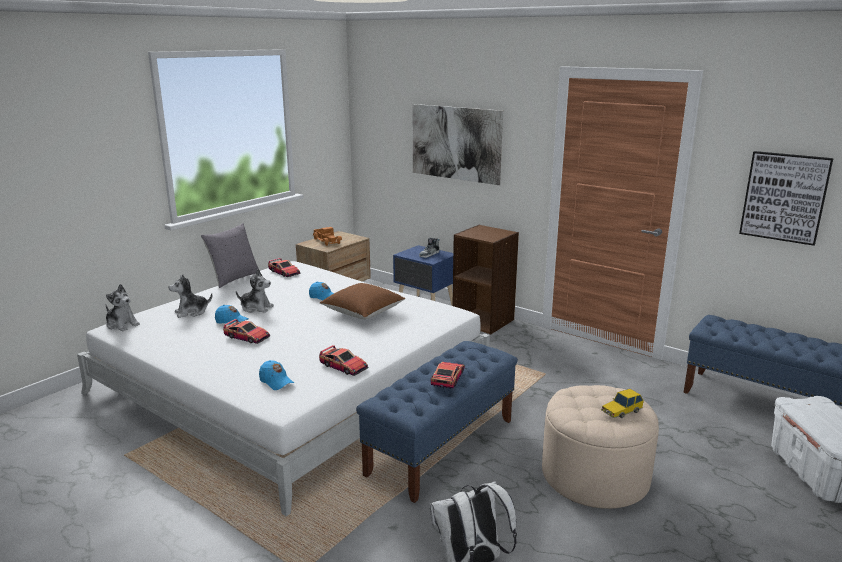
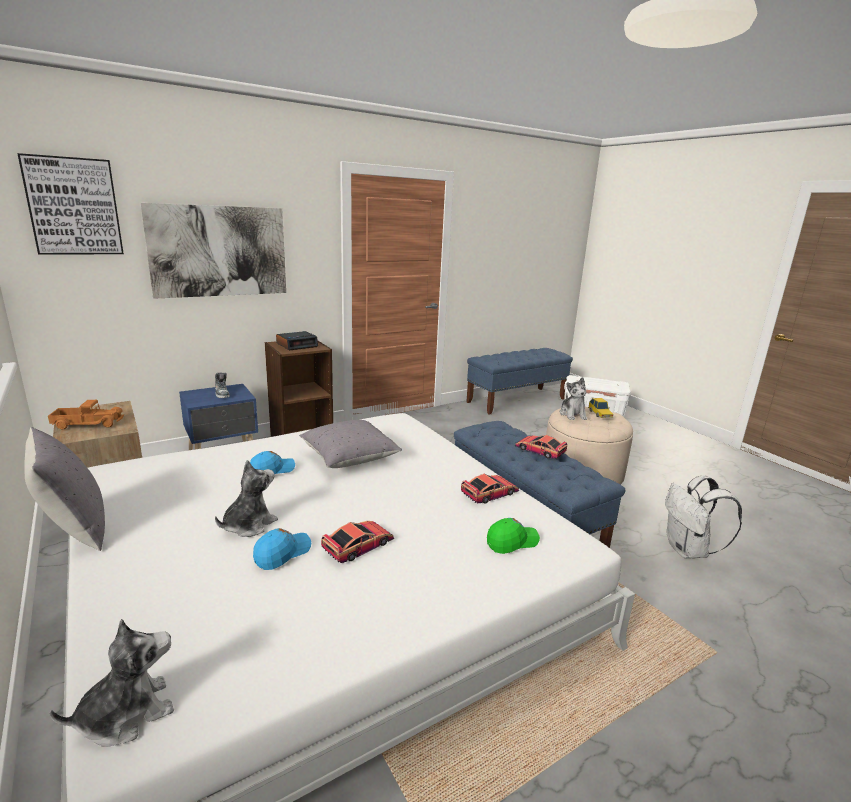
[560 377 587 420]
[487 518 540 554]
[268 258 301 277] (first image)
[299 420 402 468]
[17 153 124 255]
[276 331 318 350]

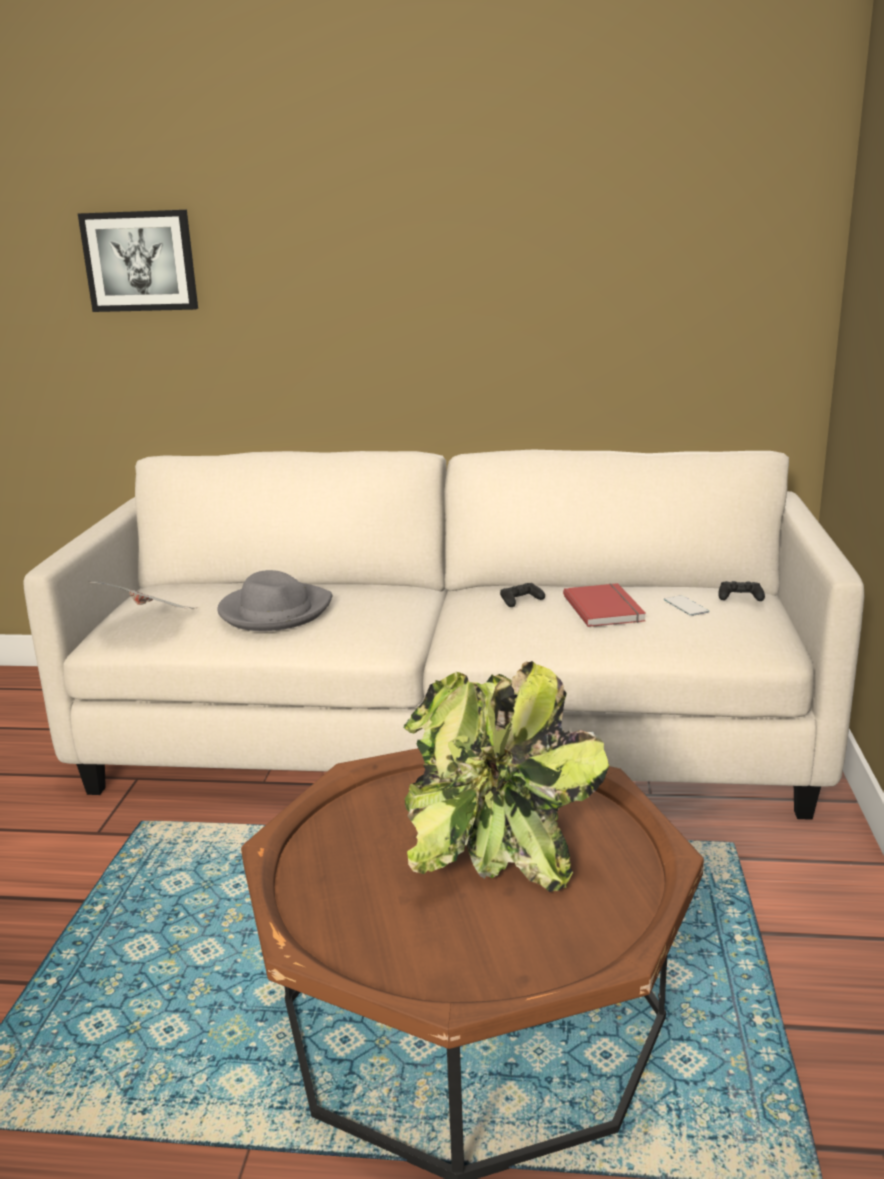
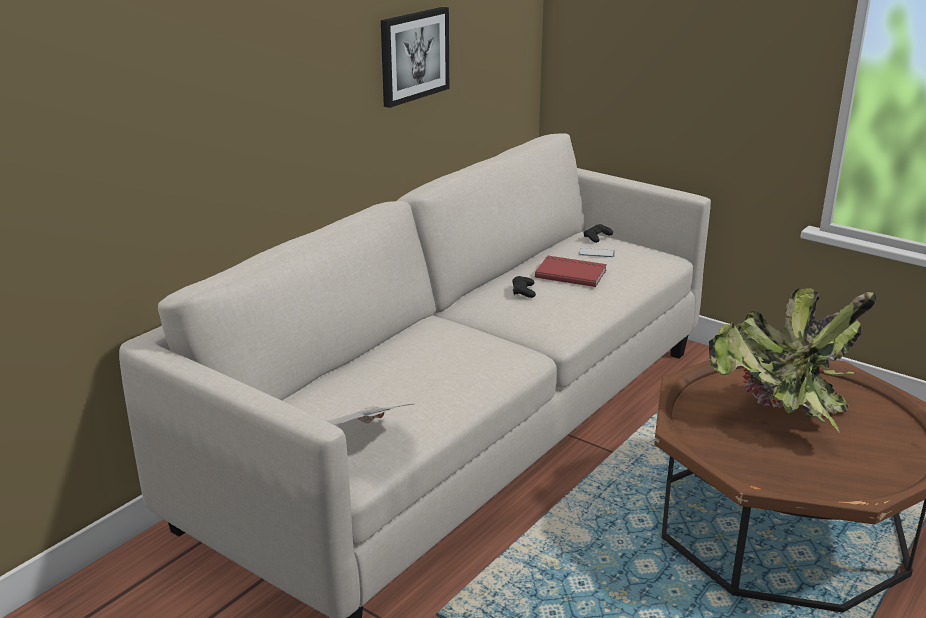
[381 7 449 108]
[217 570 332 631] (first image)

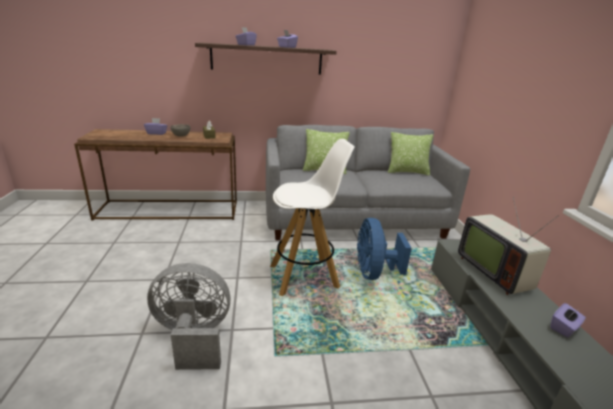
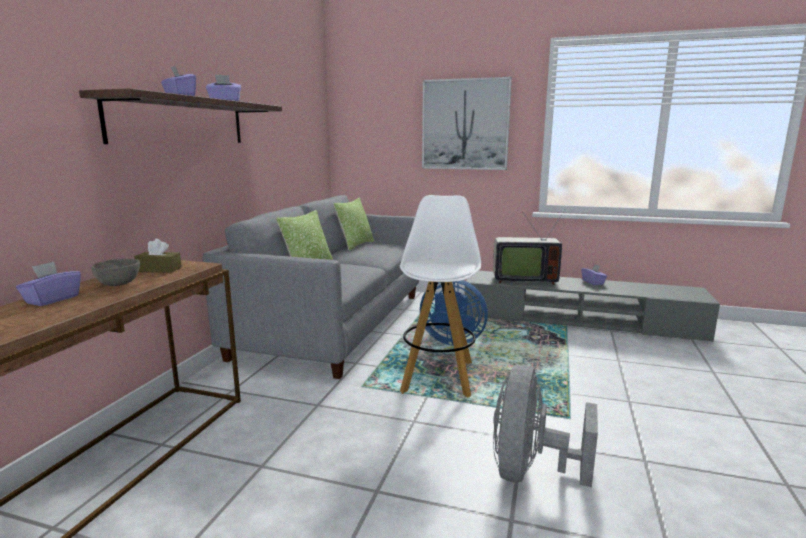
[422 77 512 170]

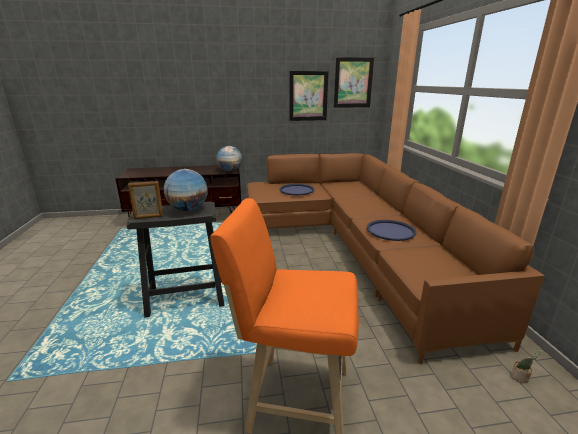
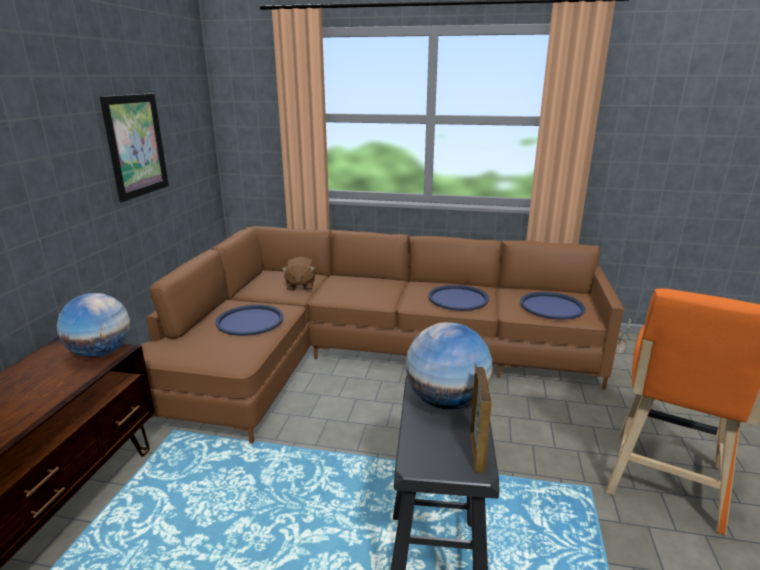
[334 57 374 108] (first image)
[282 257 315 291]
[520 292 586 320]

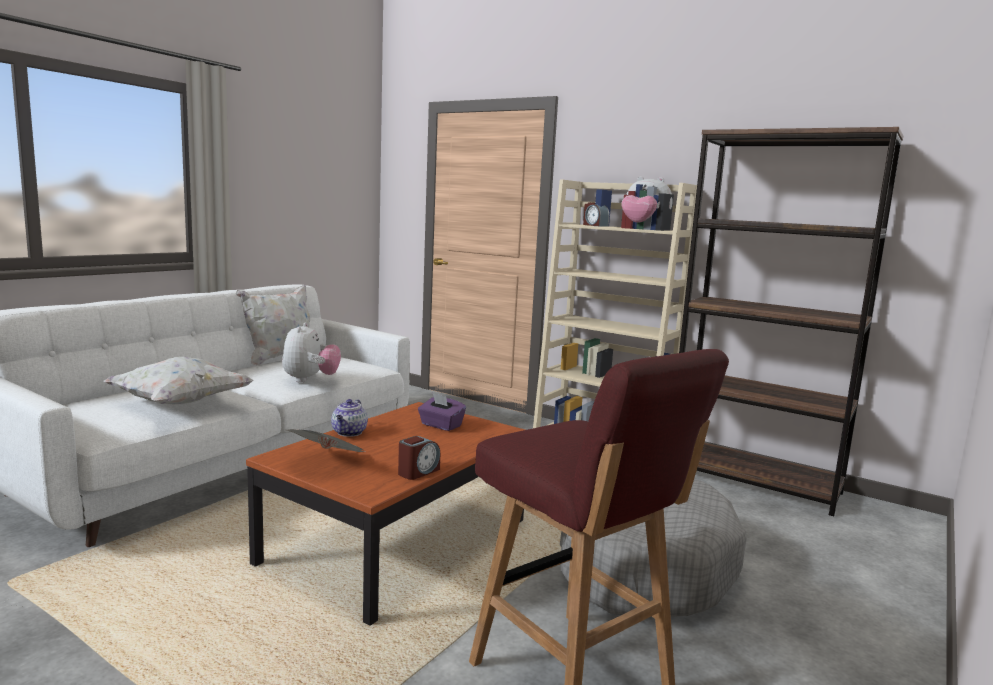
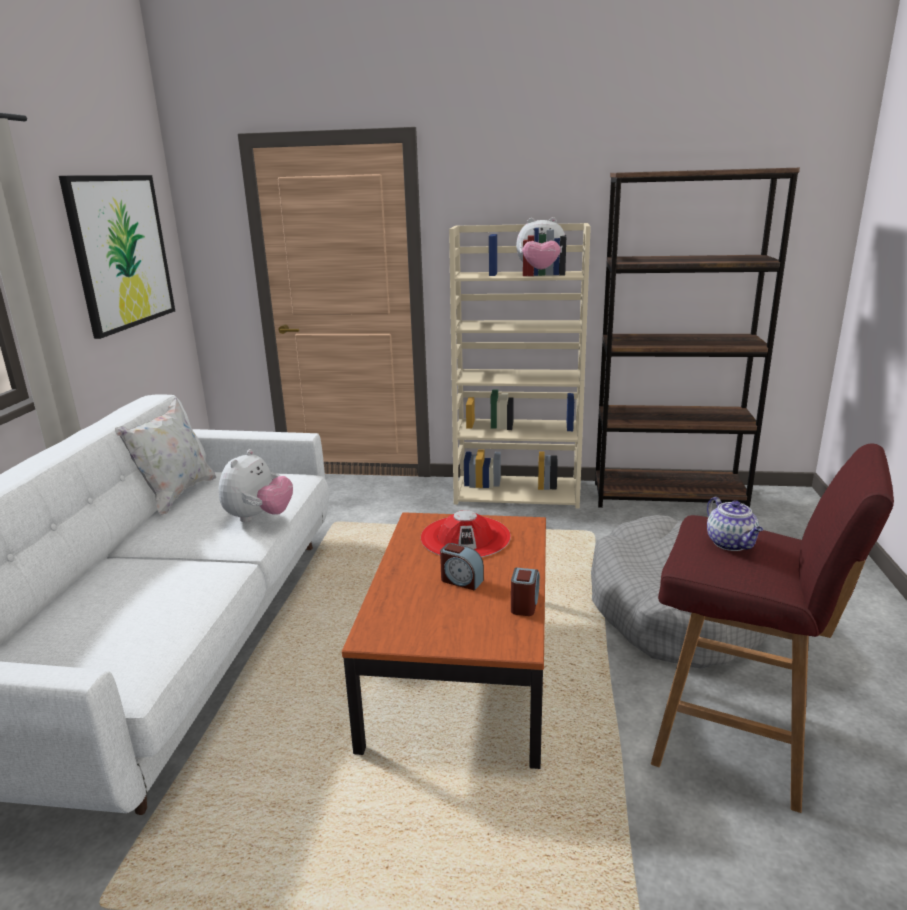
[103 357 254 404] (first image)
[219 449 293 522]
[286 429 366 452] (first image)
[707 497 763 551]
[421 510 511 557]
[440 543 484 591]
[59 175 175 339]

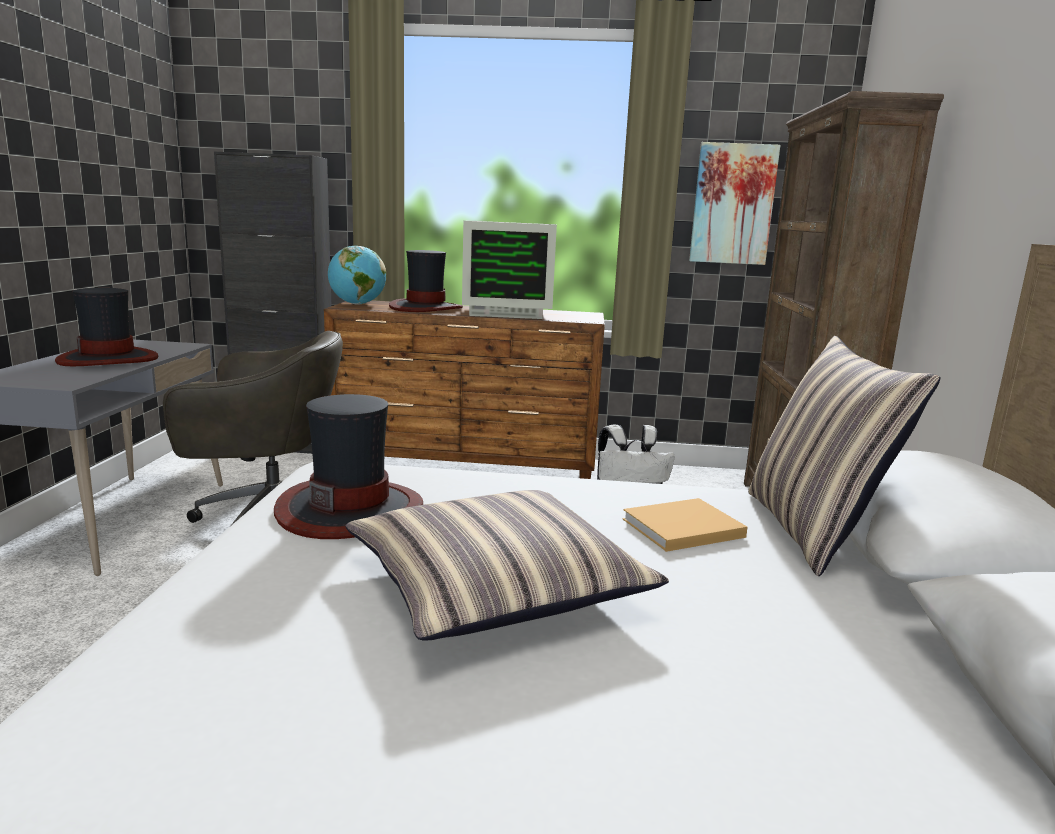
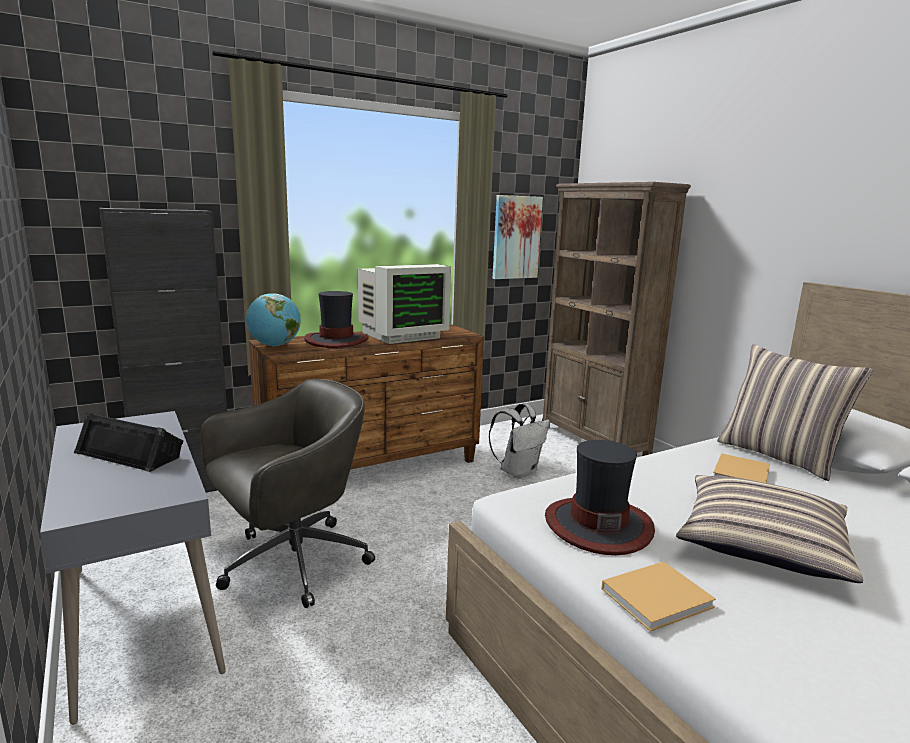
[74 412 183 472]
[601 561 716 632]

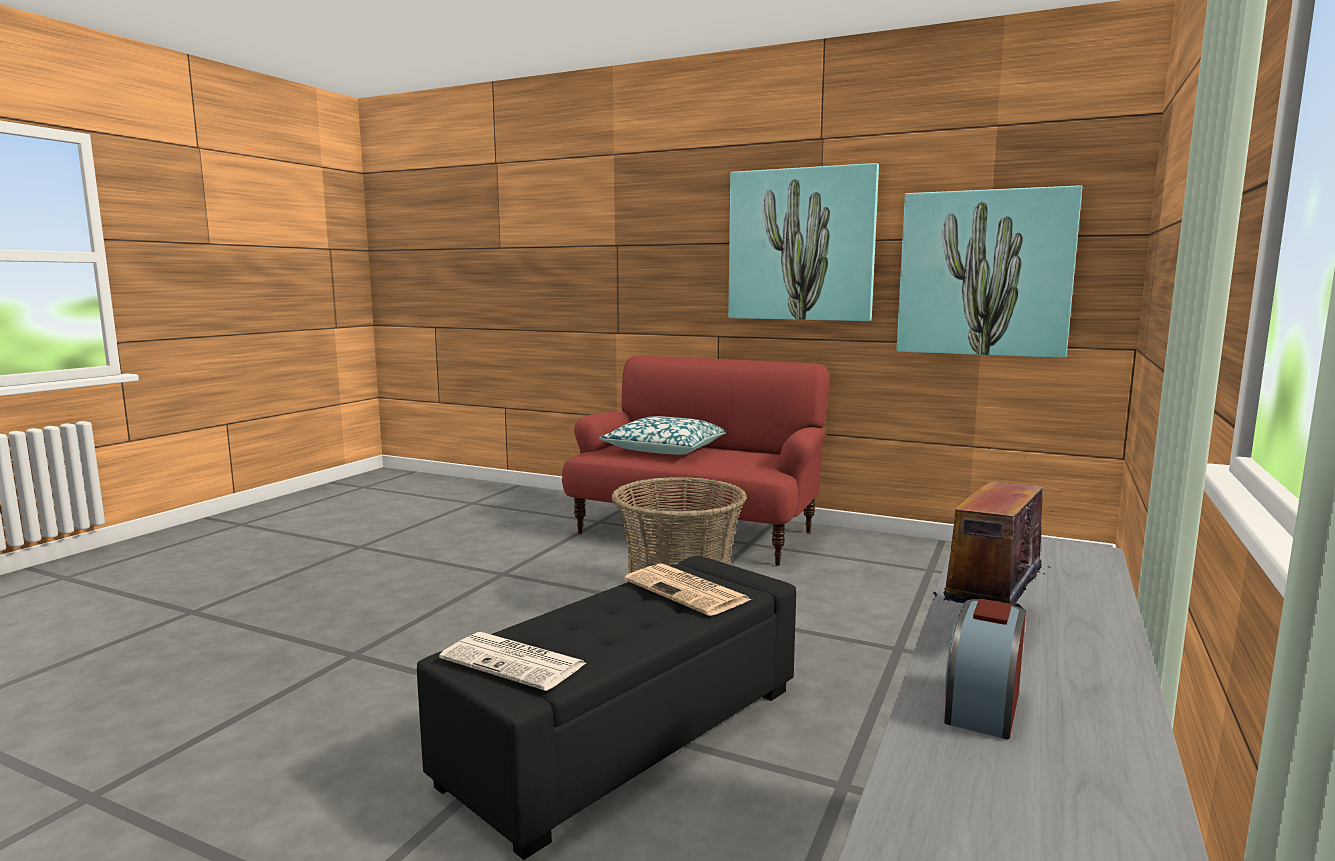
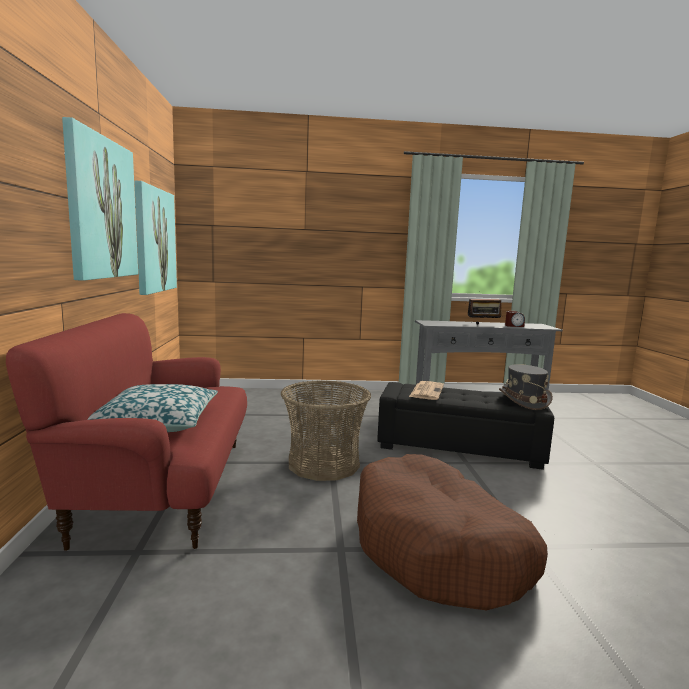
[499 364 553 410]
[357 454 548 610]

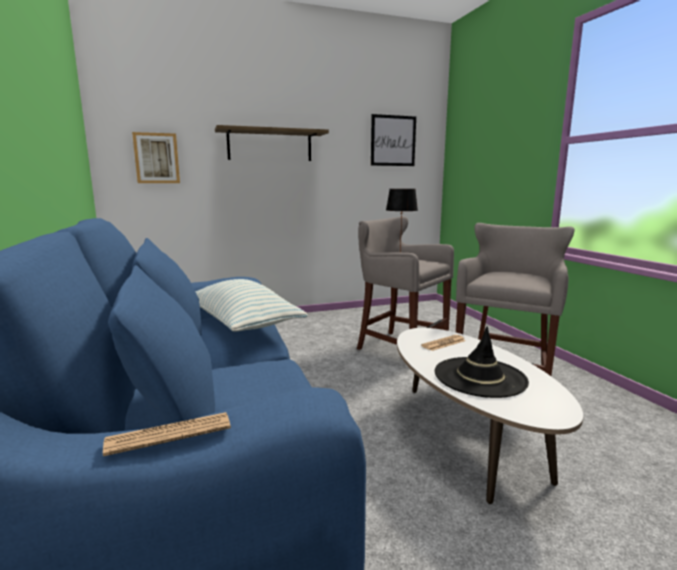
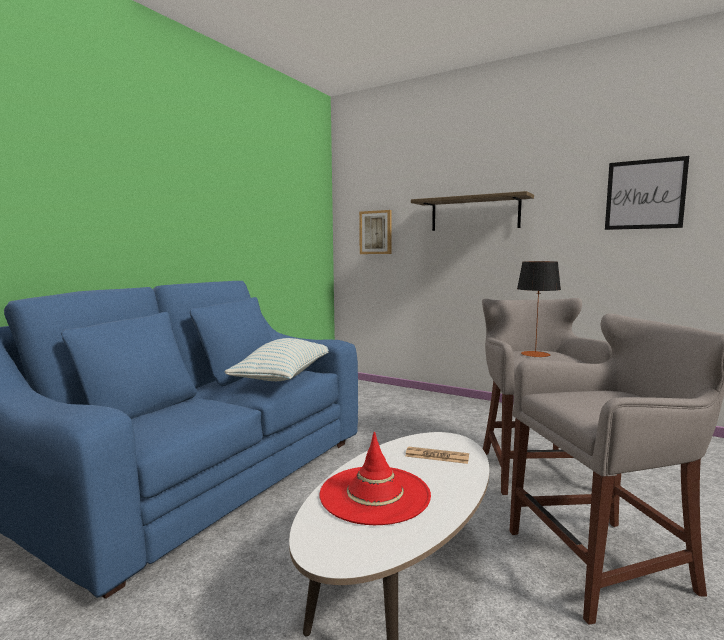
[103 412 231 456] (first image)
[320 432 431 525]

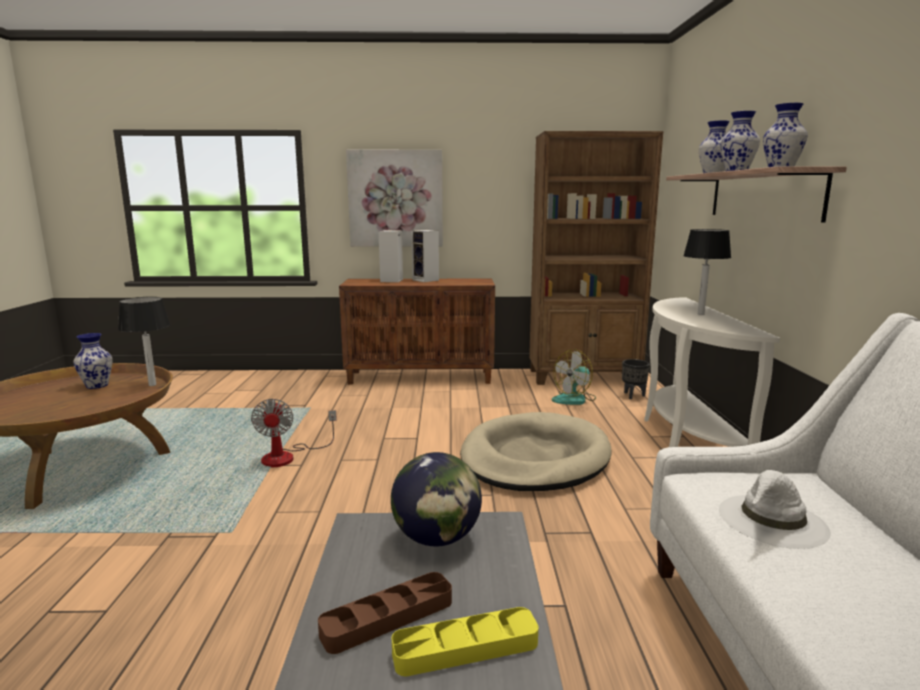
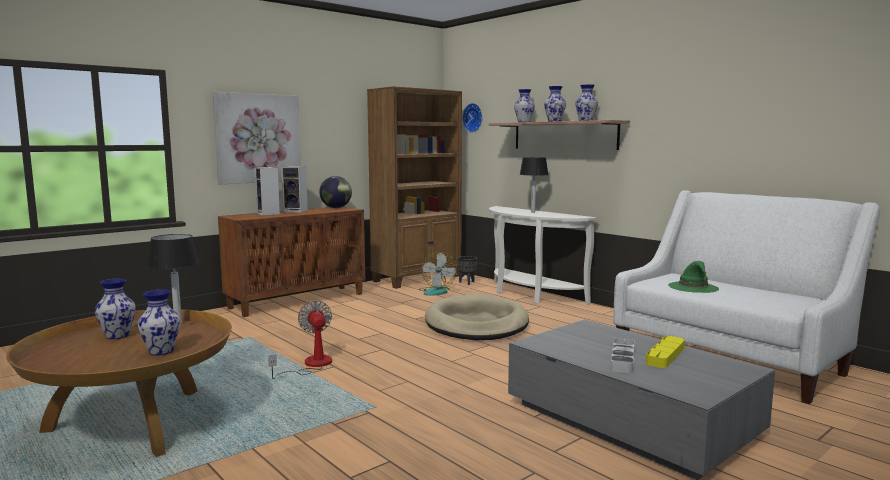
[268 300 332 379]
[610 338 634 373]
[319 176 352 208]
[668 261 719 293]
[138 290 180 356]
[462 103 482 133]

